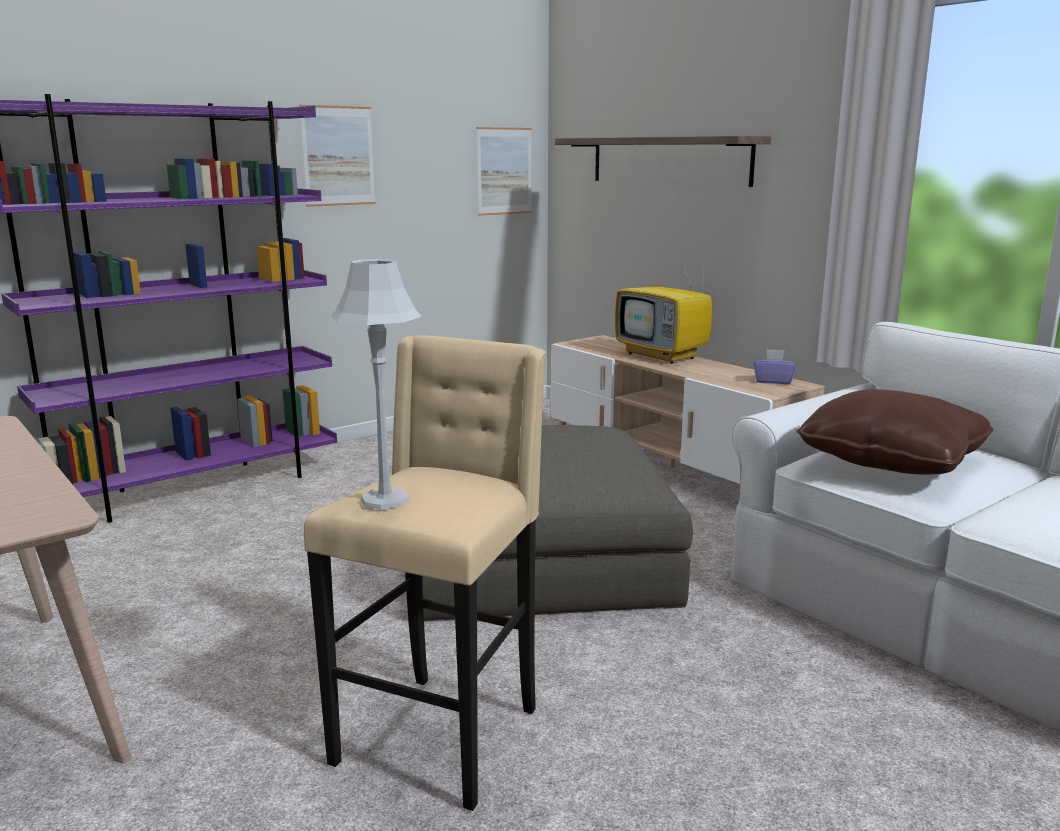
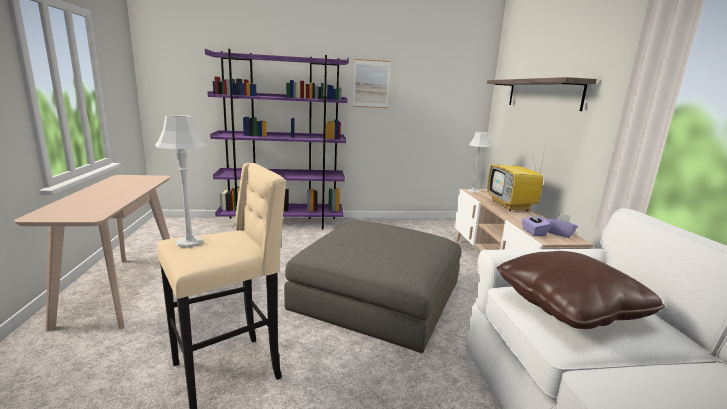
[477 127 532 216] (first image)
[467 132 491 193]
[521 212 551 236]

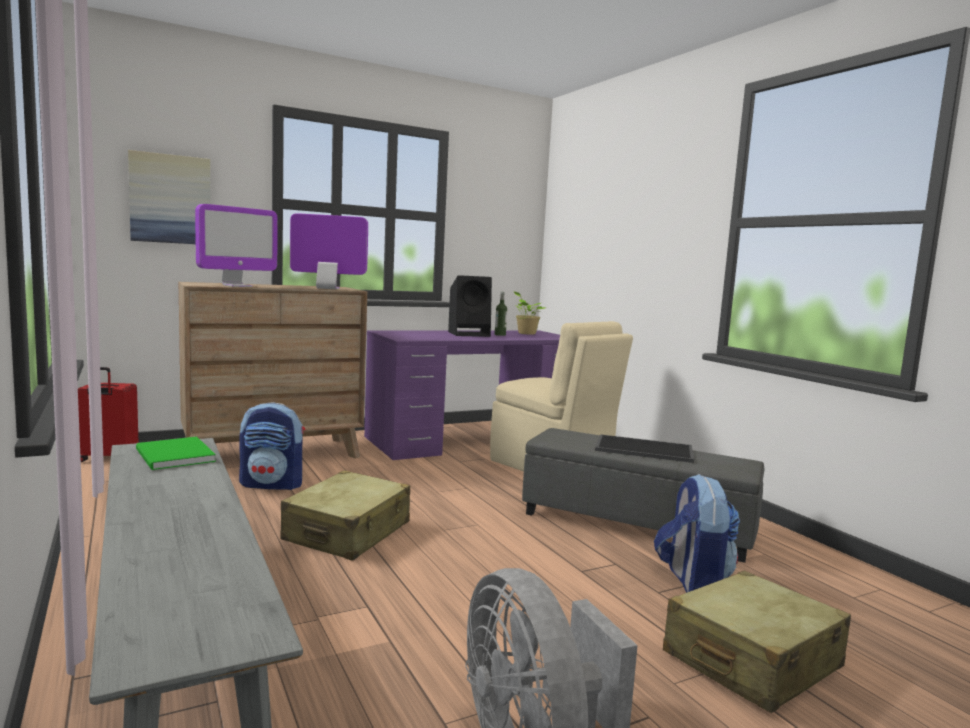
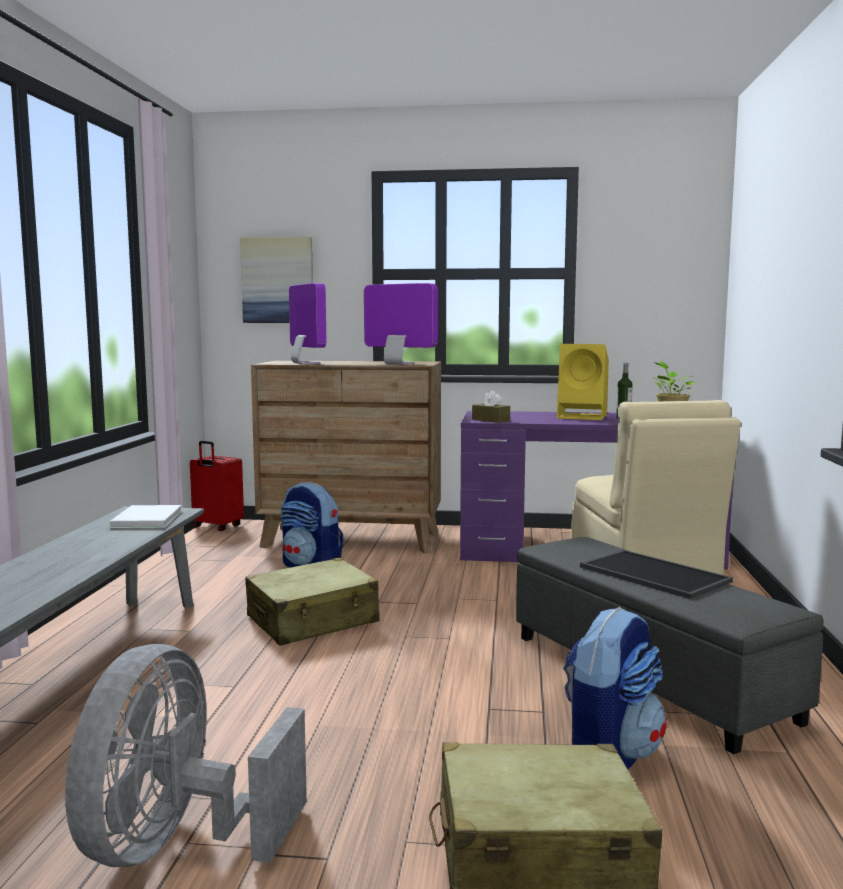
[109 505 182 528]
[289 283 326 364]
[557 344 609 420]
[472 391 510 423]

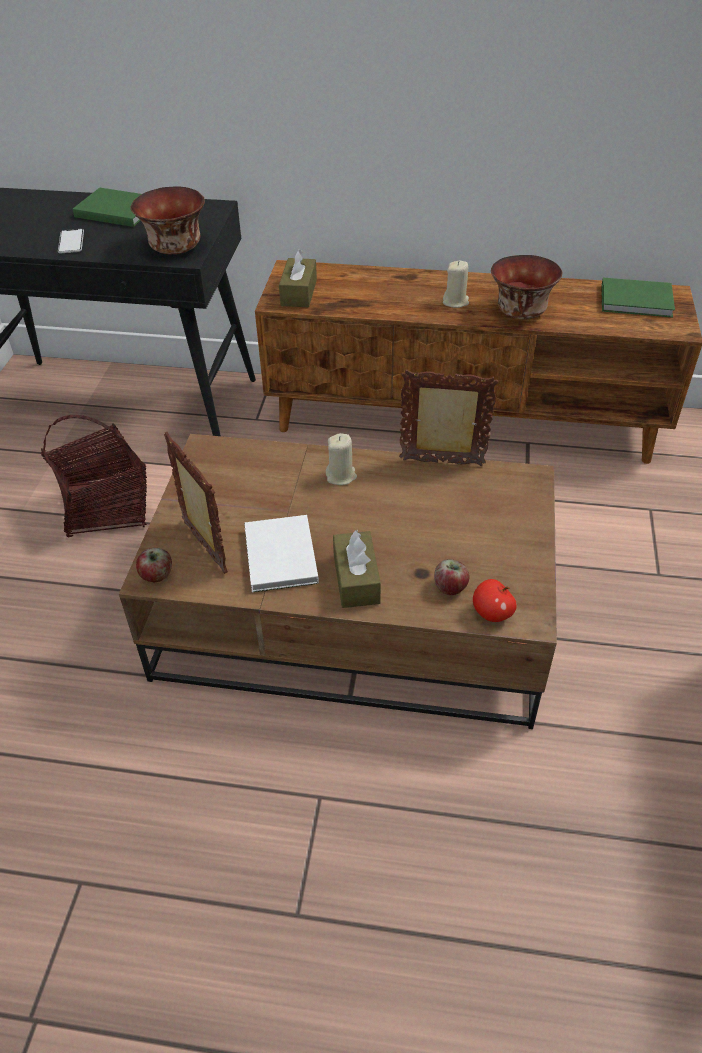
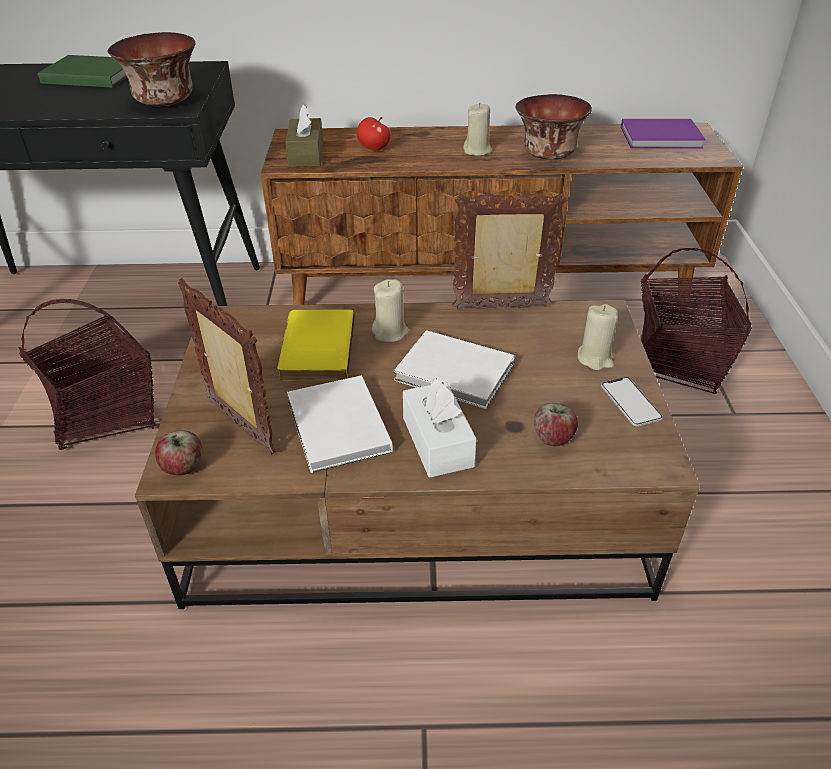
[601 377 663 427]
[403 378 477 477]
[357 117 391 151]
[621 119 706 148]
[277 309 355 380]
[394 330 515 409]
[578 304 618 370]
[641 248 752 394]

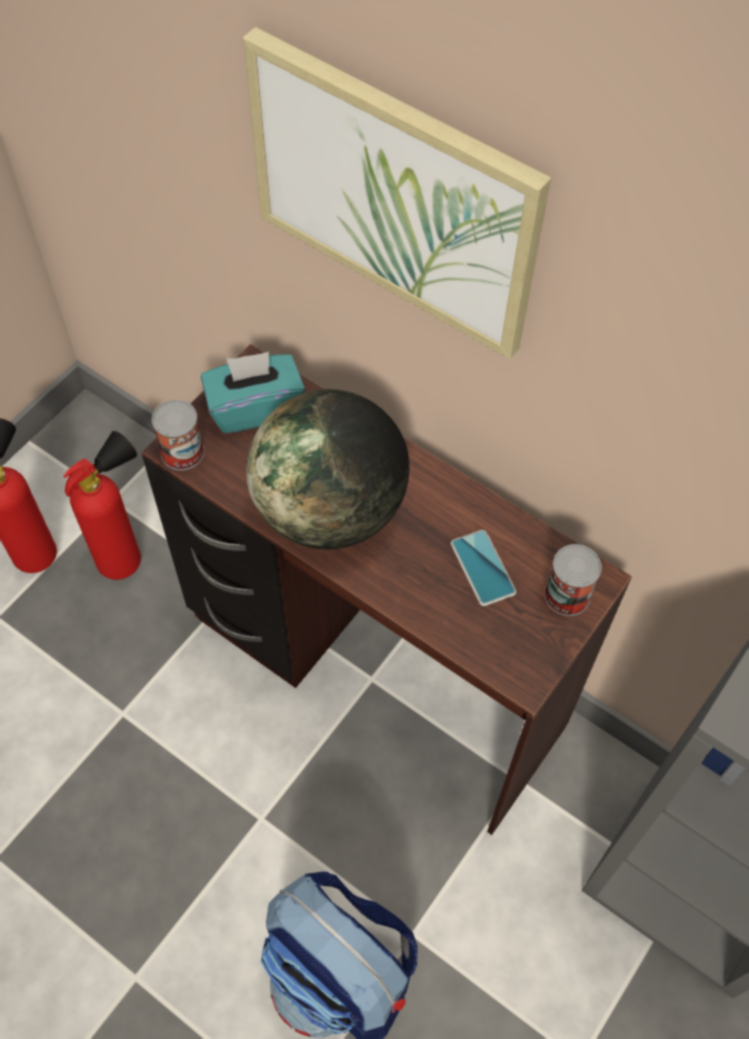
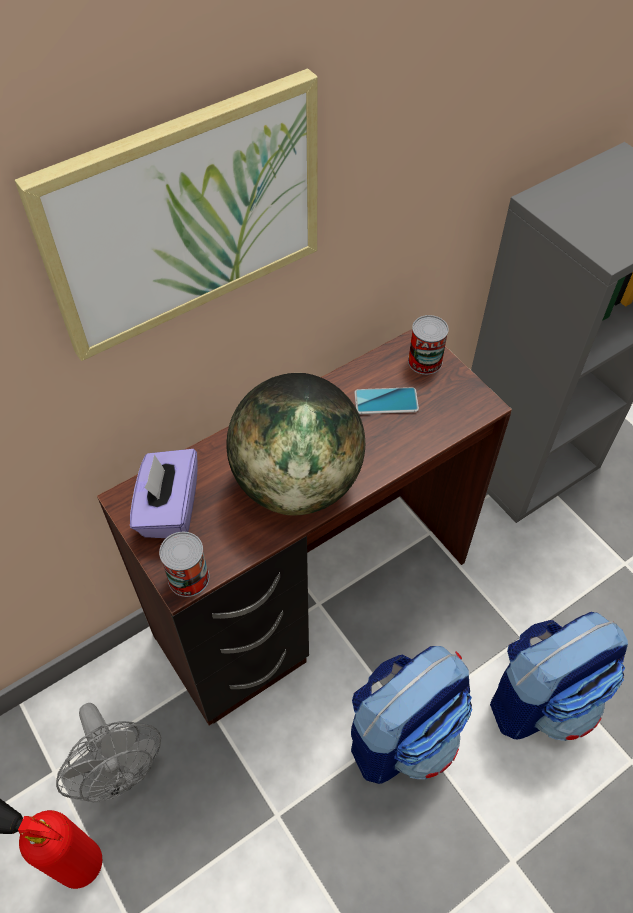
[56 703 161 802]
[130 449 198 538]
[351 646 472 784]

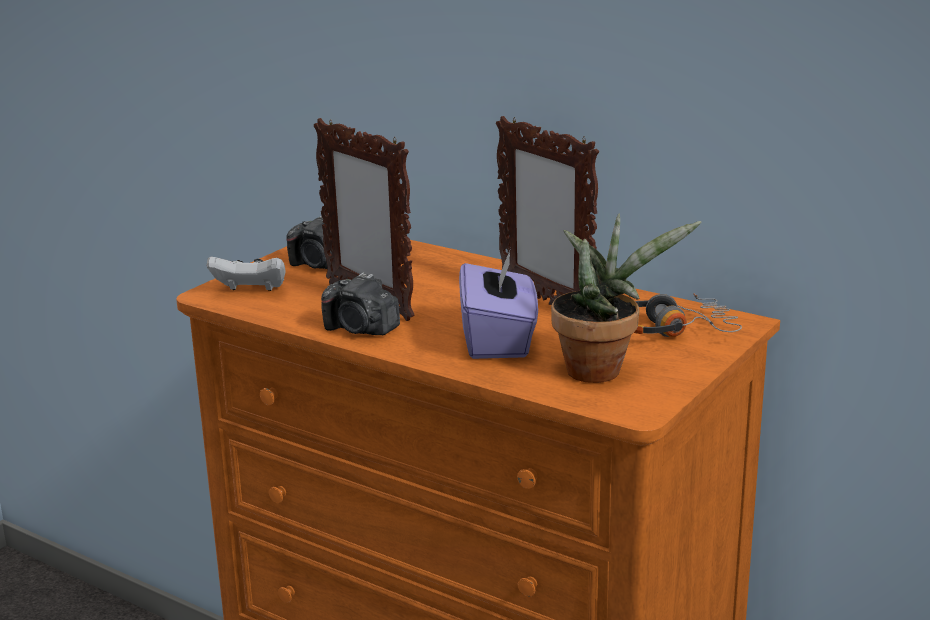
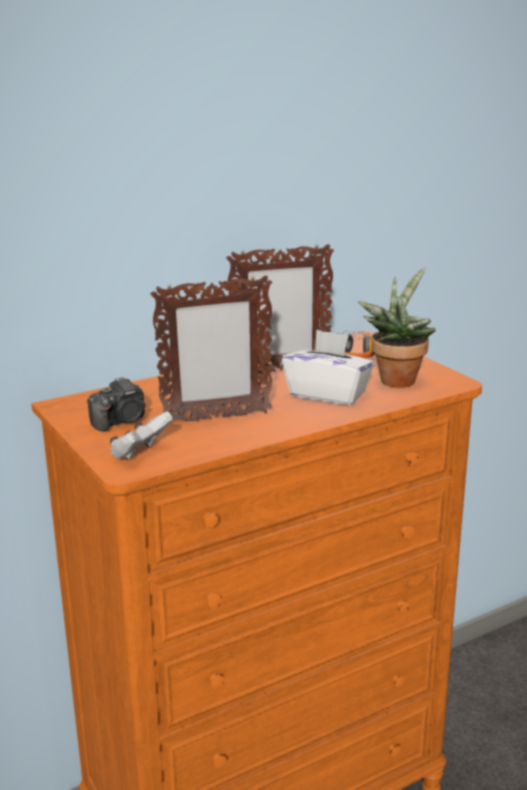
[321 272 400 335] (first image)
[282 330 374 405]

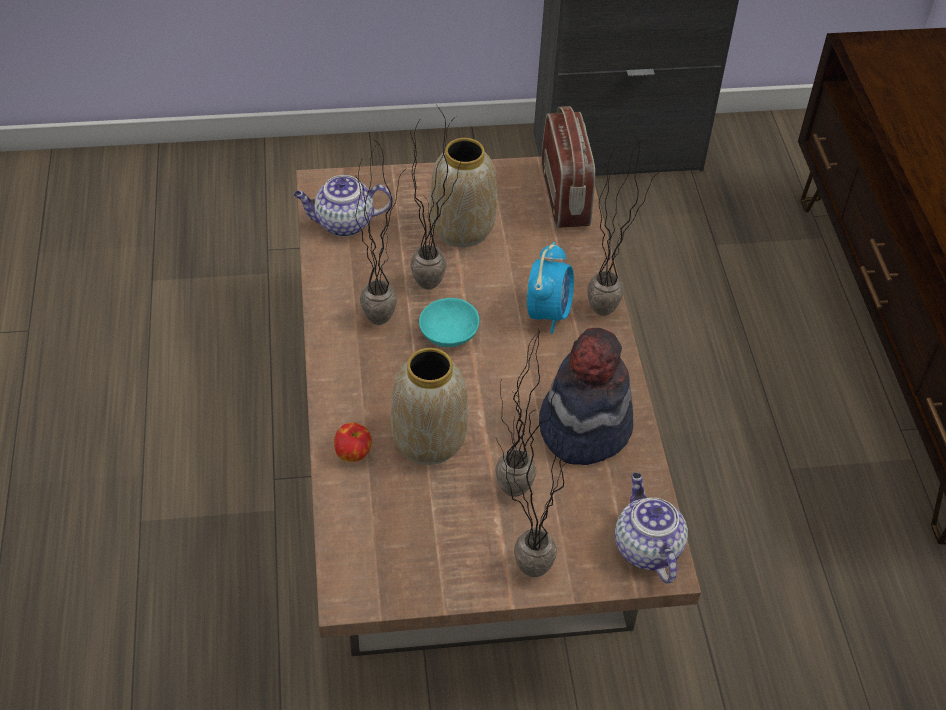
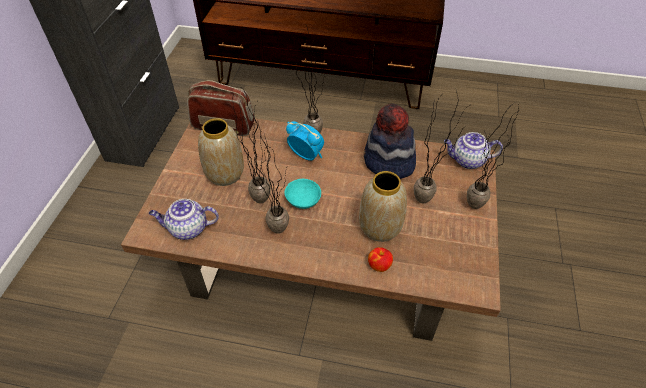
[149 199 219 240]

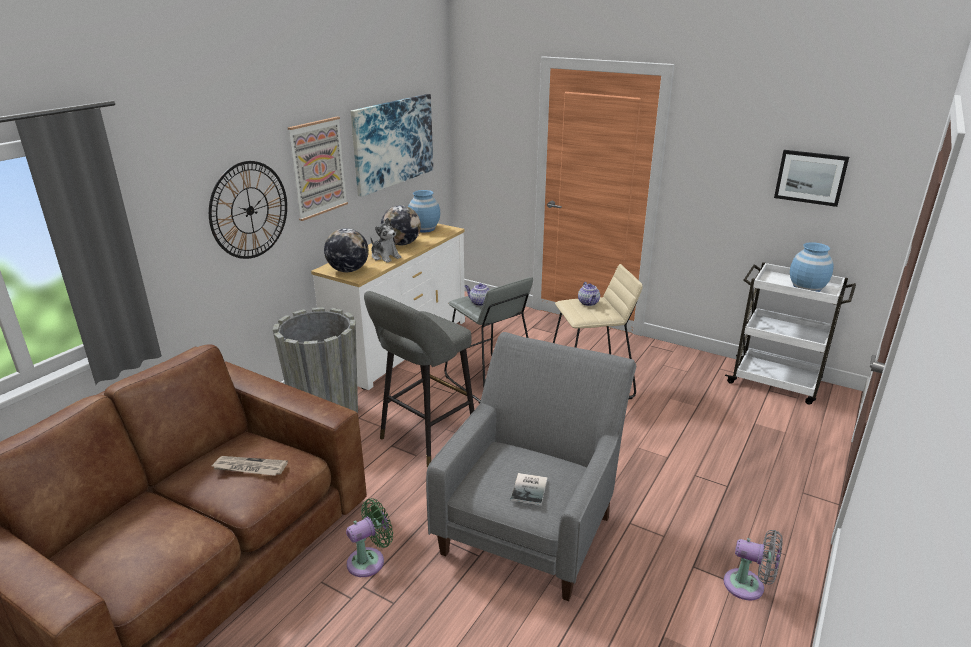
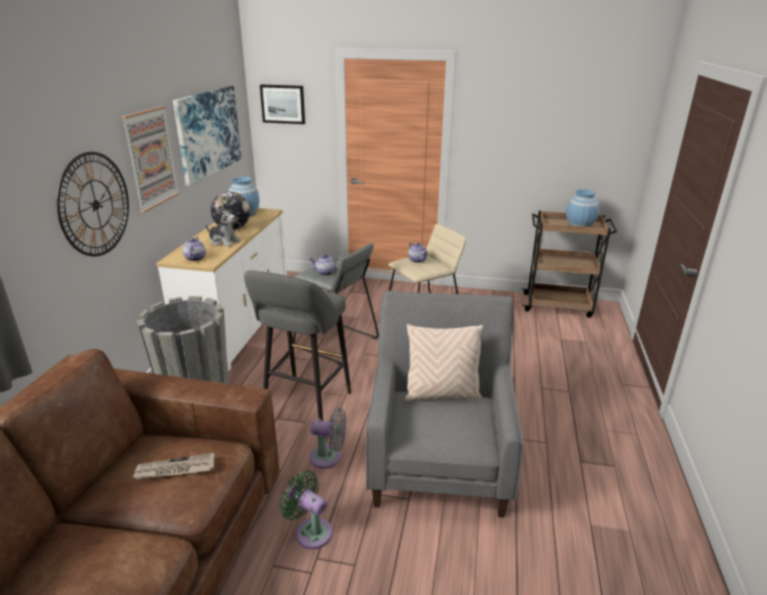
[183 238 206 261]
[280 470 333 549]
[511 473 547 505] (first image)
[309 407 346 469]
[522 211 617 318]
[260 85 305 124]
[404 324 483 401]

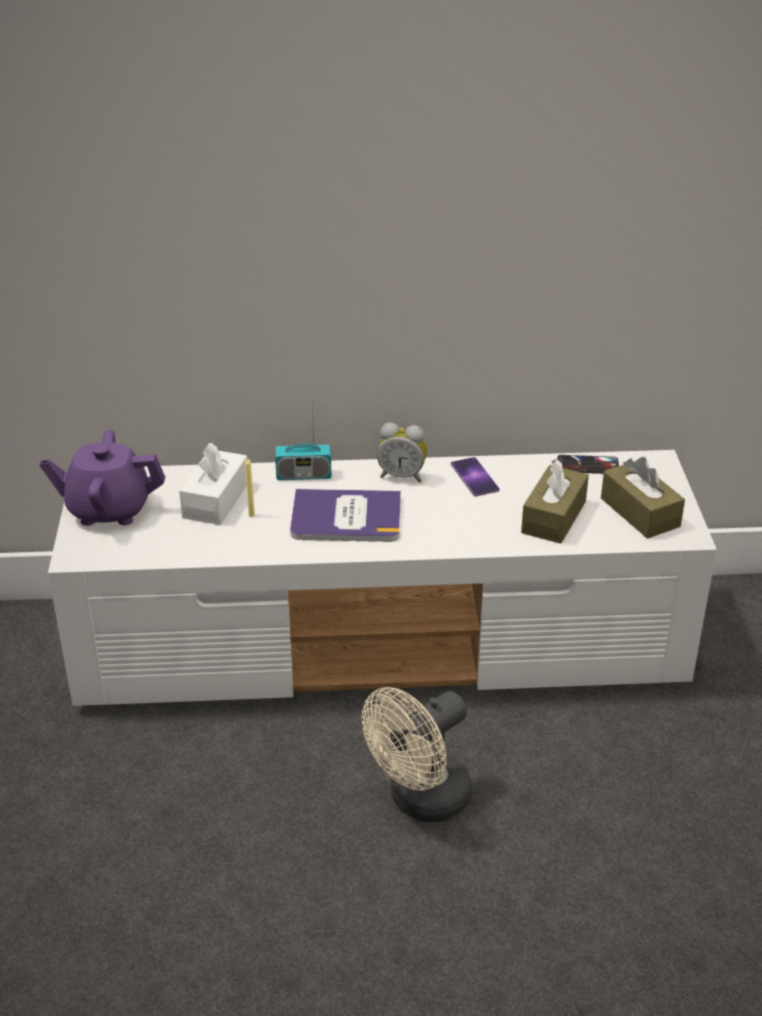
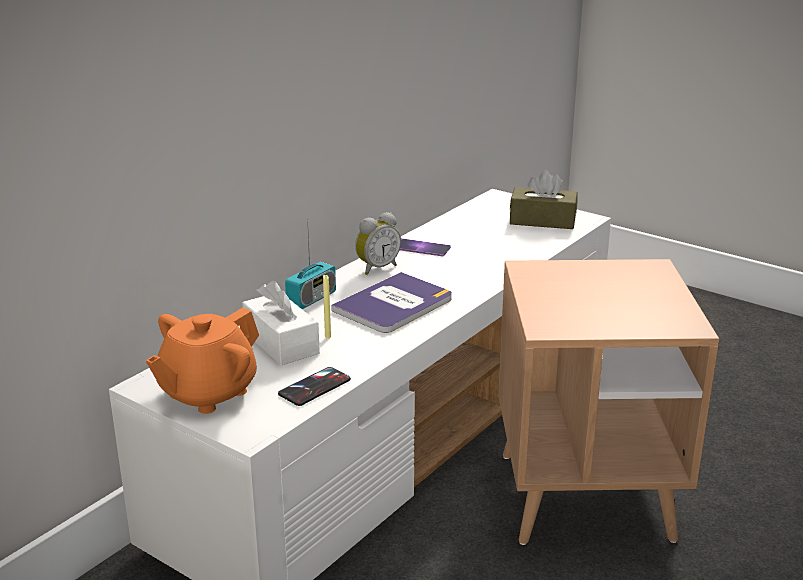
[146 308 259 414]
[498 259 719 545]
[521 459 589 544] (first image)
[278 367 351 406]

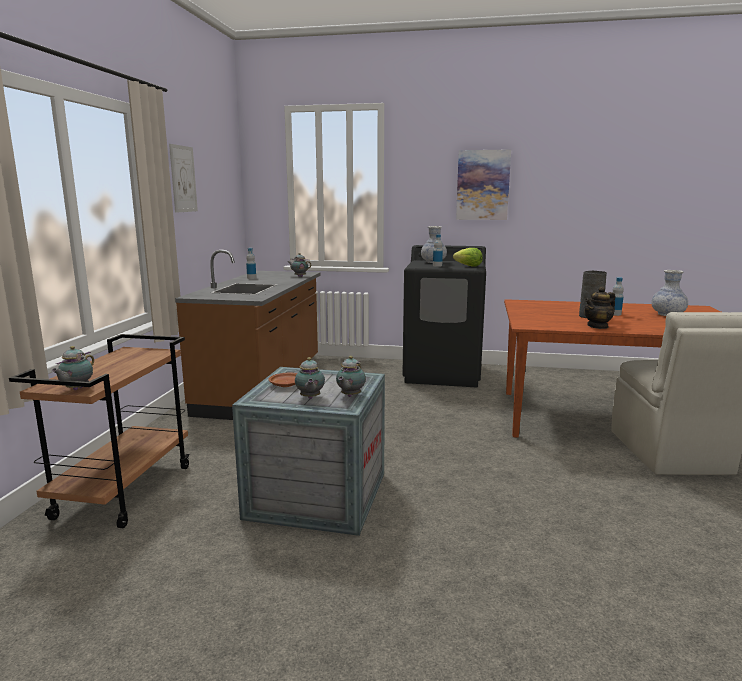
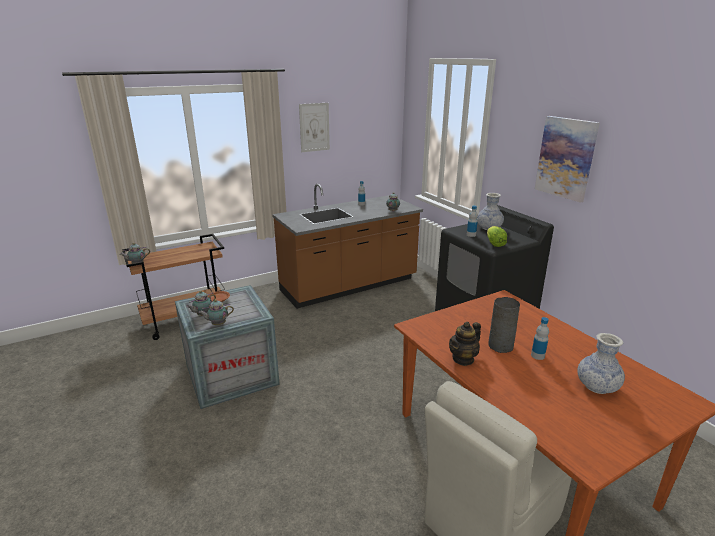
[449 322 481 366]

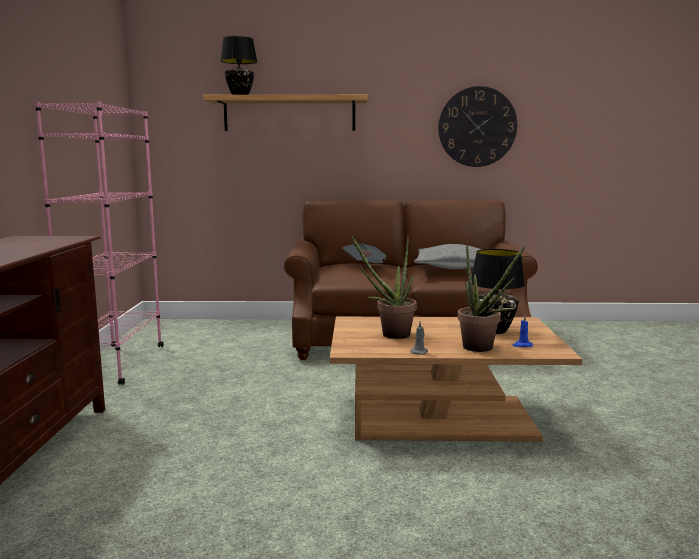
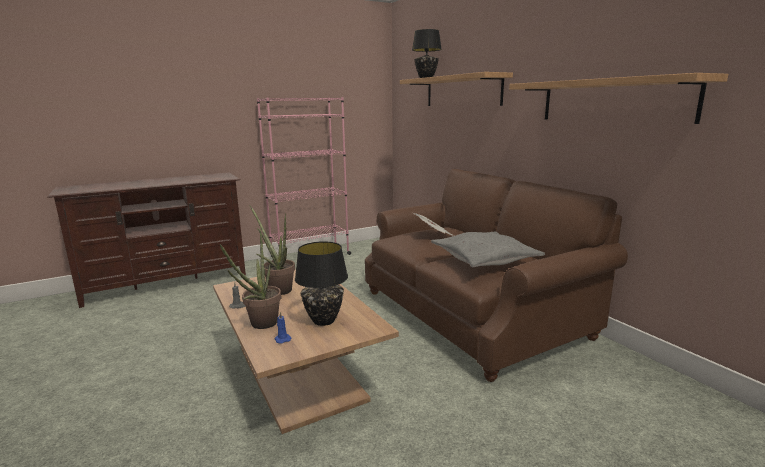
[509 73 728 124]

